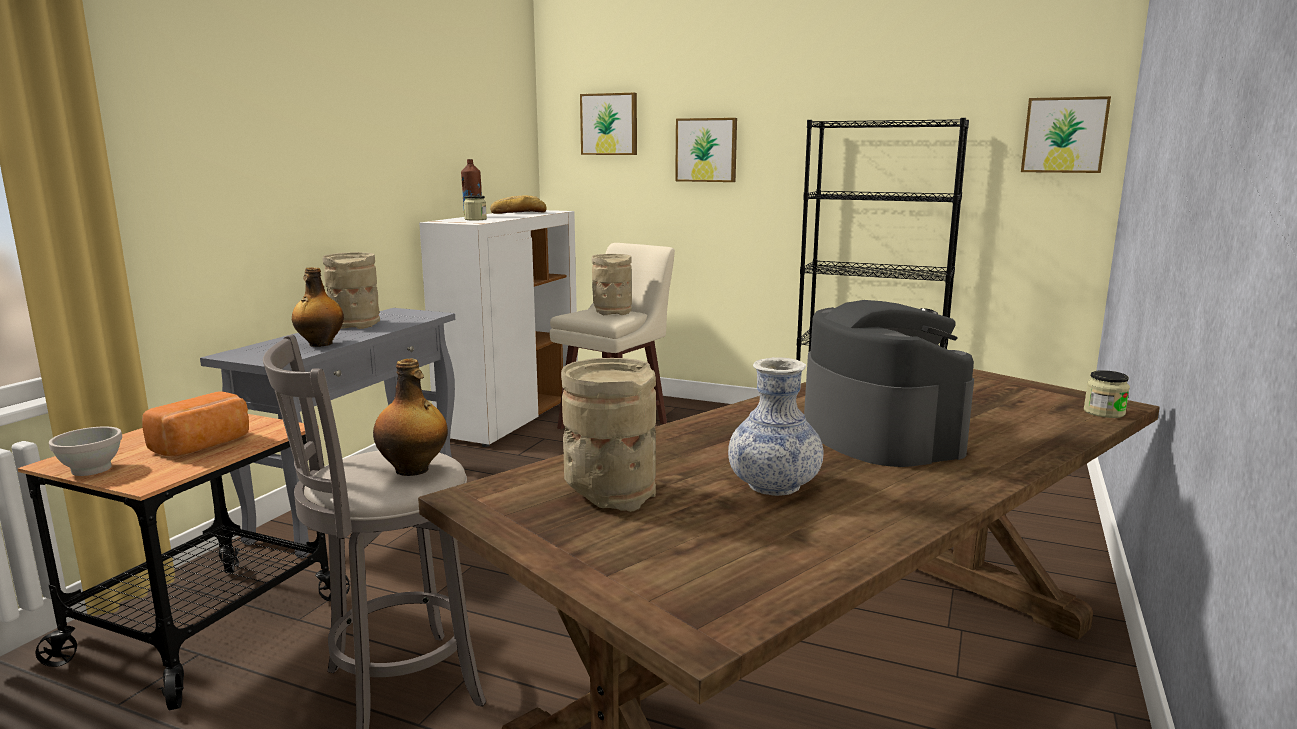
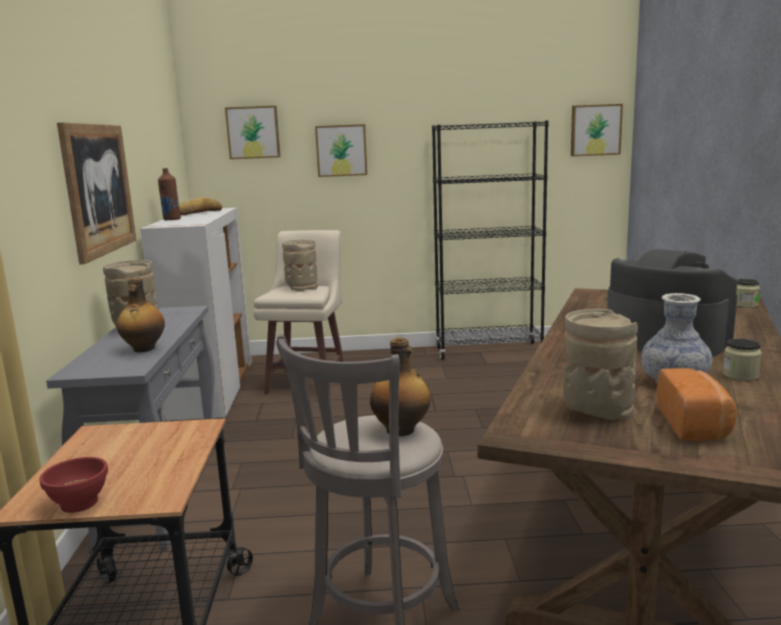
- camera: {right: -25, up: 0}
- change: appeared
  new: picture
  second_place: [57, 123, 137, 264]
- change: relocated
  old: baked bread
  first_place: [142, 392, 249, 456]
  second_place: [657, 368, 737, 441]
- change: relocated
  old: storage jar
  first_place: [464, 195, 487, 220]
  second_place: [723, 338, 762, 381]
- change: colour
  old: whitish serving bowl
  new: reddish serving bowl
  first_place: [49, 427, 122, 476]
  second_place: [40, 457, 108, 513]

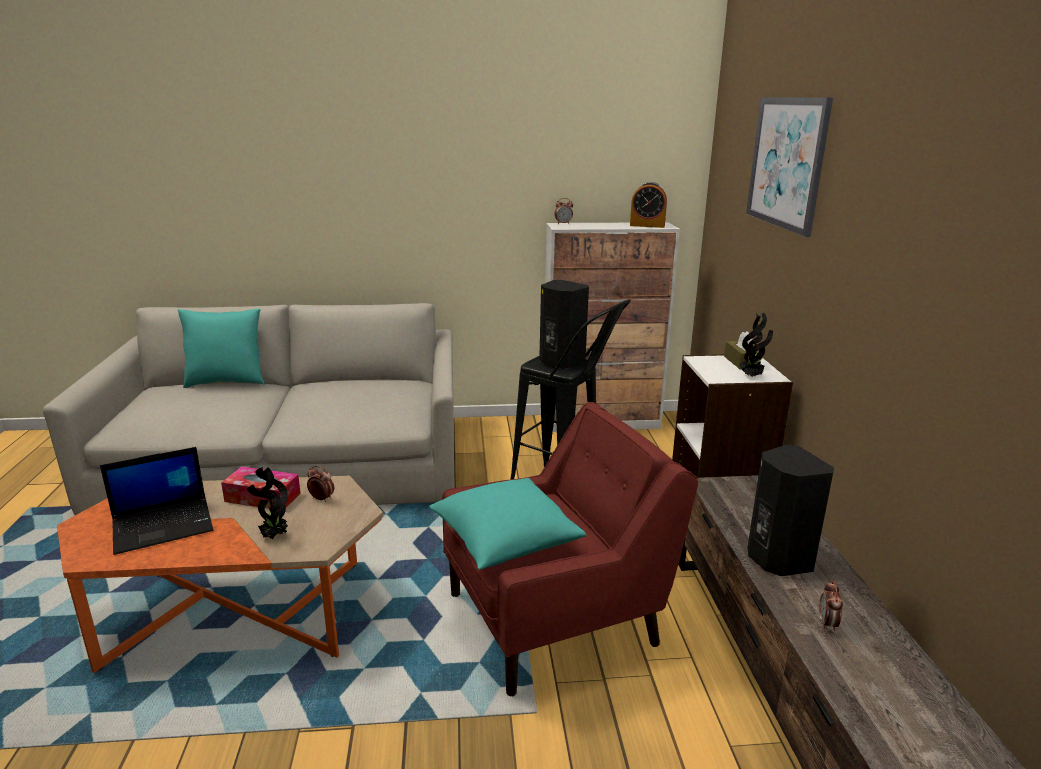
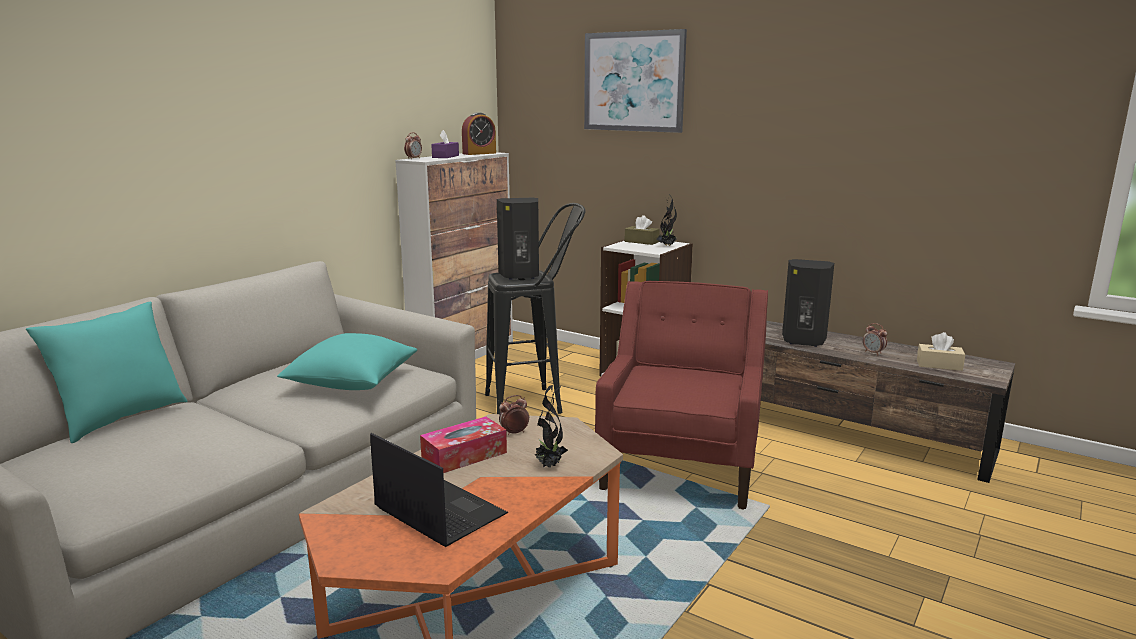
- camera: {right: -50, up: -5}
- change: appeared
  new: purple-coloured box of tissues
  second_place: [431, 130, 459, 158]
- change: appeared
  new: beige-coloured box of tissues
  second_place: [917, 332, 965, 371]
- change: relocated
  old: turquoise-coloured throw pillow
  first_place: [429, 478, 586, 570]
  second_place: [277, 333, 417, 390]
- change: spun
  old: laptop
  first_place: [100, 447, 213, 555]
  second_place: [370, 433, 508, 547]
  degrees: -60

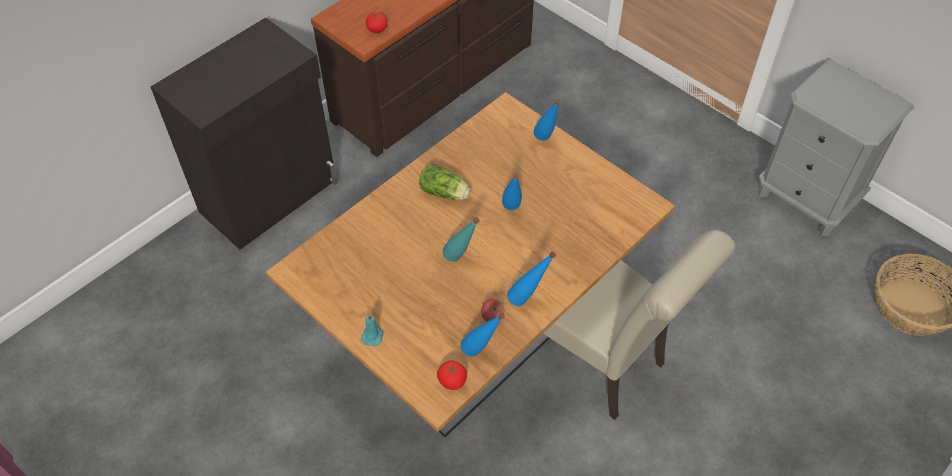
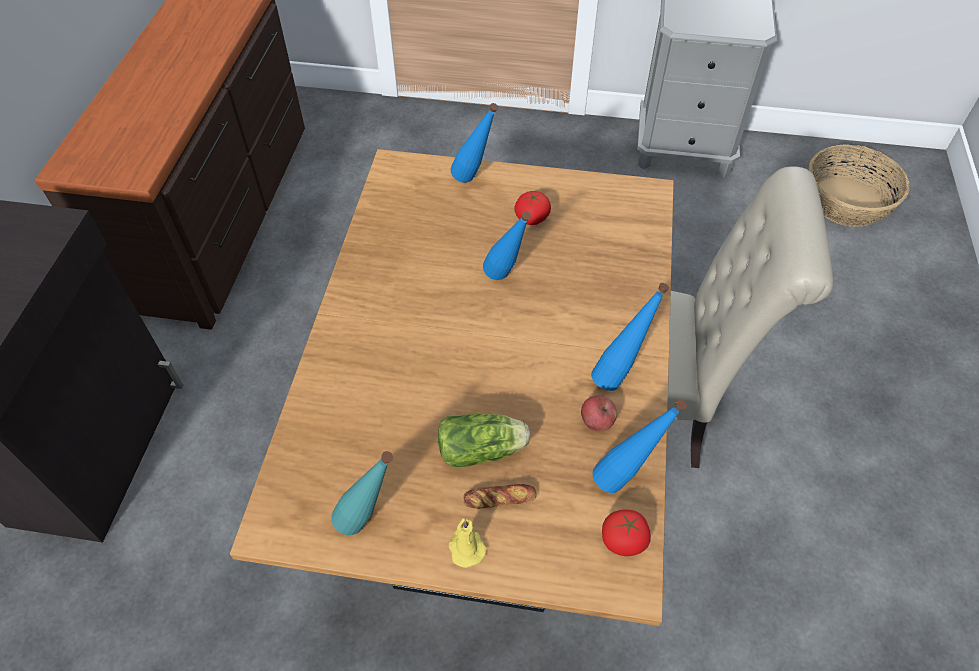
- camera: {right: -35, up: 0}
- change: appeared
  new: baked bread
  second_place: [463, 484, 537, 509]
- change: relocated
  old: whole tomato
  first_place: [366, 12, 387, 33]
  second_place: [514, 191, 551, 225]
- change: relocated
  old: lettuce head
  first_place: [419, 164, 470, 200]
  second_place: [438, 414, 530, 467]
- change: relocated
  old: turquoise-coloured beverage bottle
  first_place: [443, 217, 480, 262]
  second_place: [331, 451, 393, 535]
- change: colour
  old: turquoise-coloured wax candle
  new: yellow-coloured wax candle
  first_place: [361, 314, 384, 346]
  second_place: [449, 519, 487, 568]

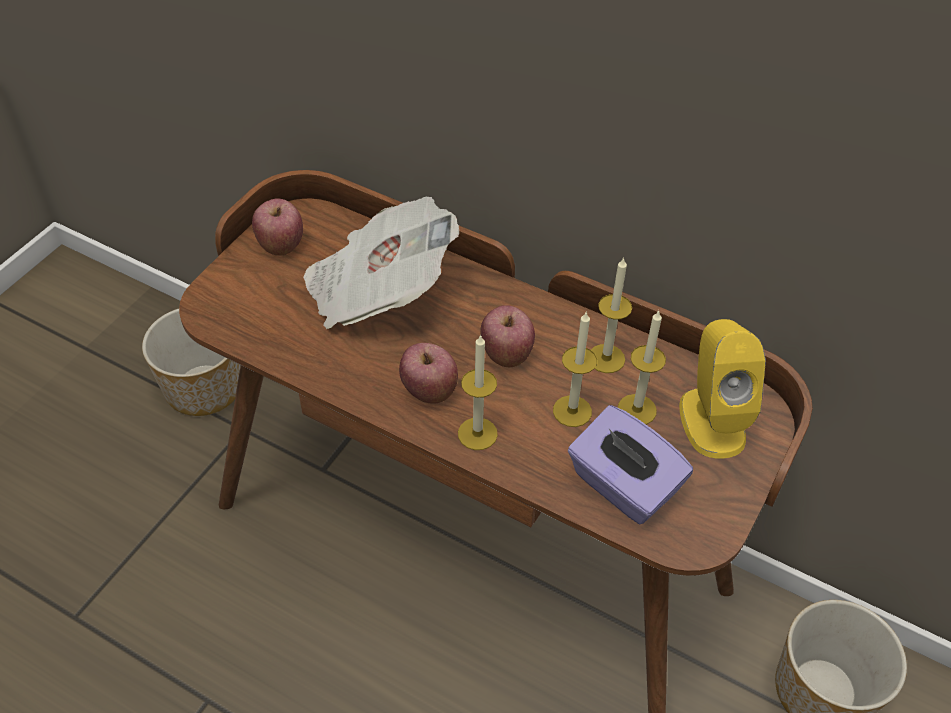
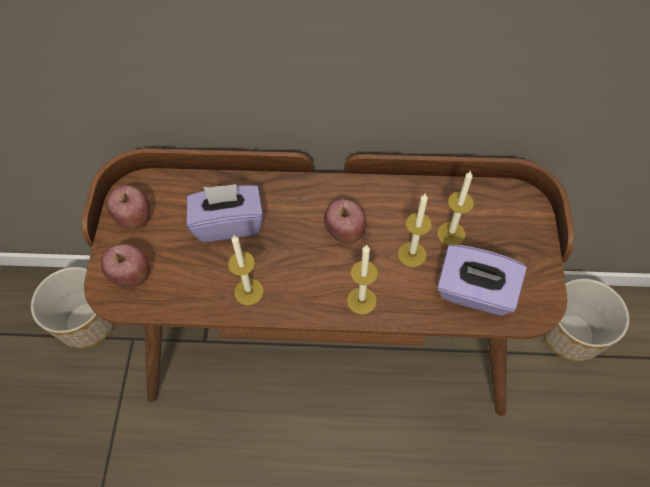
- camera: {right: -25, up: 10}
- change: missing
  old: yellow-coloured speaker
  first_place: [679, 319, 766, 459]
- change: relocated
  old: whole apple
  first_place: [399, 343, 458, 404]
  second_place: [101, 244, 150, 287]
- change: relocated
  old: wax candle
  first_place: [591, 257, 632, 373]
  second_place: [228, 235, 264, 305]
- change: exchanged
  old: newspaper
  new: purple-coloured box of tissues
  first_place: [303, 197, 459, 329]
  second_place: [187, 184, 263, 242]

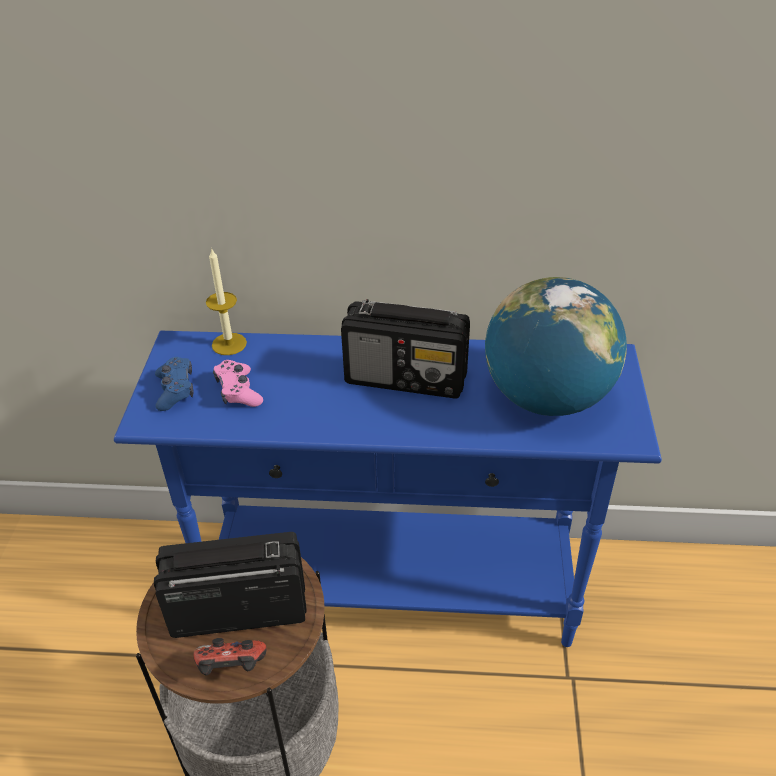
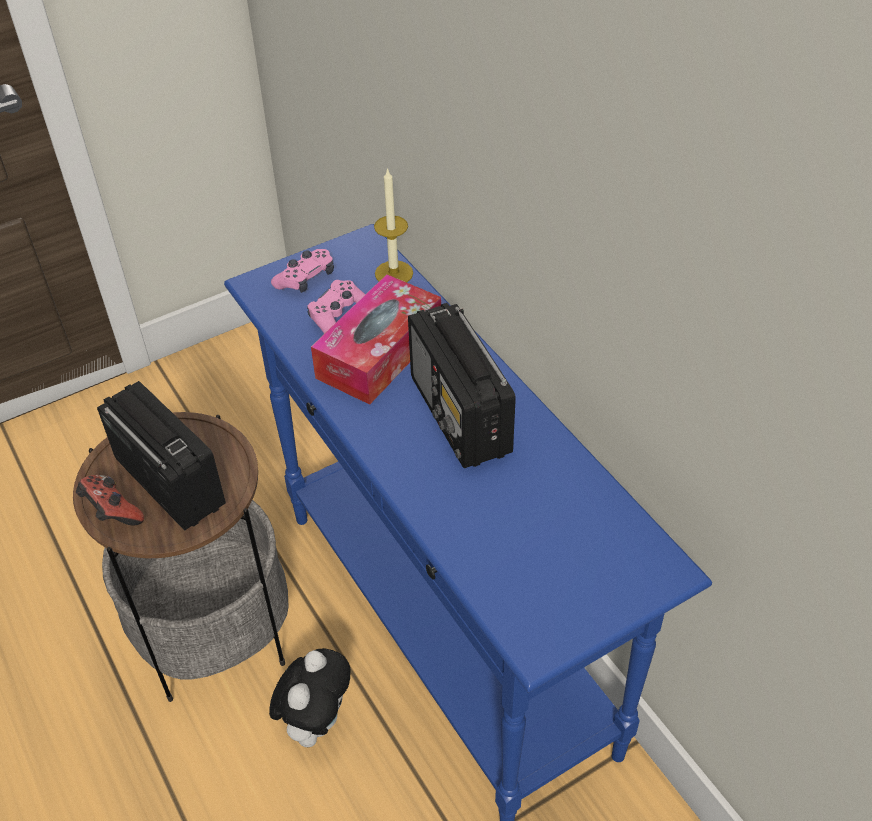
- camera: {right: 55, up: 5}
- change: missing
  old: world globe
  first_place: [485, 277, 627, 416]
- change: appeared
  new: plush toy
  second_place: [269, 648, 351, 747]
- change: appeared
  new: box of tissues
  second_place: [311, 274, 441, 405]
- change: colour
  old: blue game controller
  new: pinkish game controller
  first_place: [155, 357, 194, 411]
  second_place: [271, 249, 334, 293]

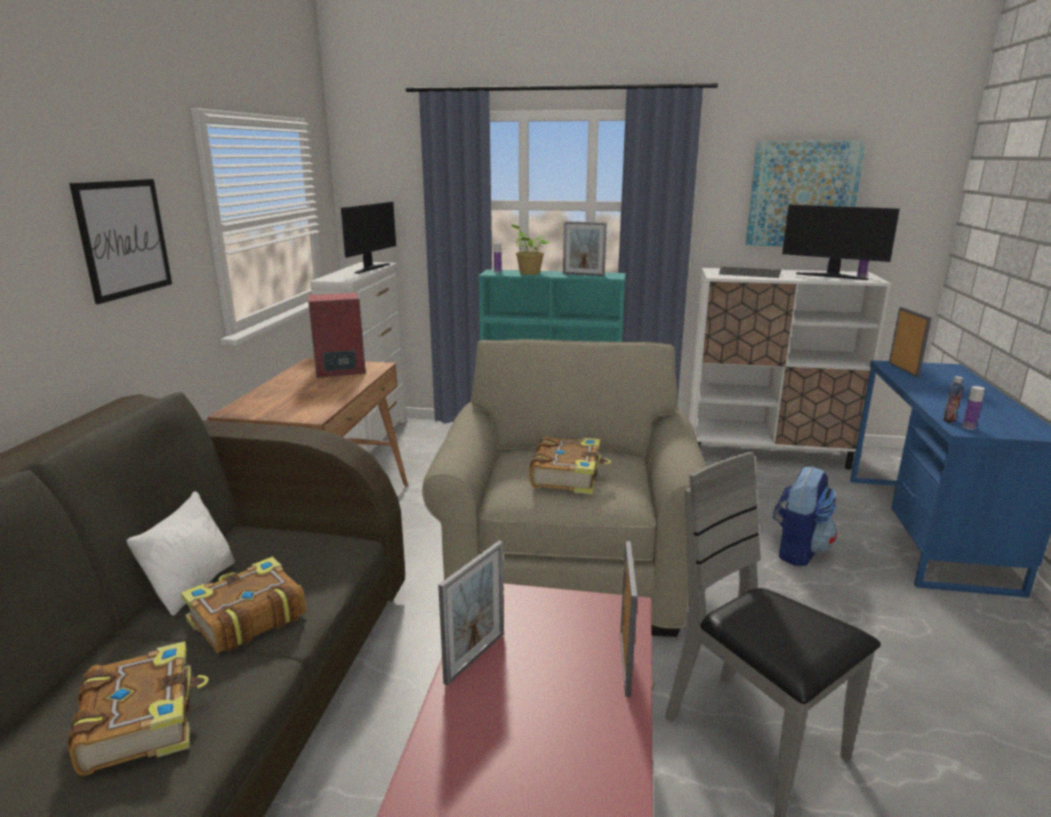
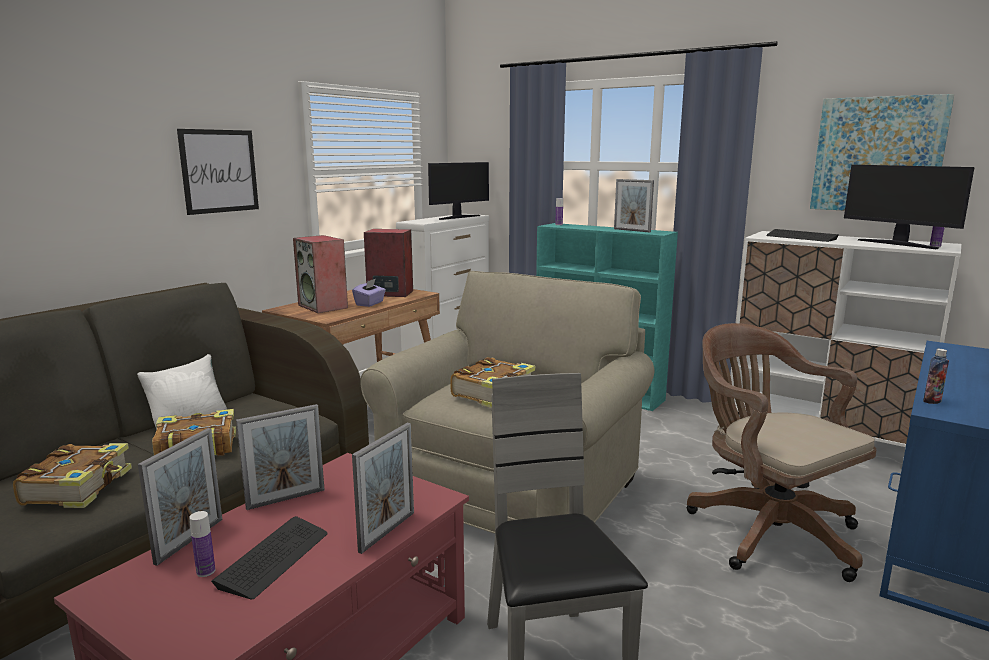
- camera: {right: 25, up: -5}
- change: missing
  old: houseplant
  first_place: [511, 223, 550, 275]
- change: appeared
  new: computer keyboard
  second_place: [211, 516, 327, 600]
- change: appeared
  new: speaker
  second_place: [293, 235, 348, 313]
- change: appeared
  new: purple-coloured box of tissues
  second_place: [352, 279, 386, 307]
- change: relocated
  old: standing frame
  first_place: [888, 307, 932, 378]
  second_place: [138, 428, 222, 566]
- change: relocated
  old: beverage bottle
  first_place: [962, 386, 985, 430]
  second_place: [189, 511, 215, 577]
- change: exchanged
  old: rucksack
  new: brownish computer chair
  first_place: [773, 466, 837, 566]
  second_place: [687, 323, 876, 582]

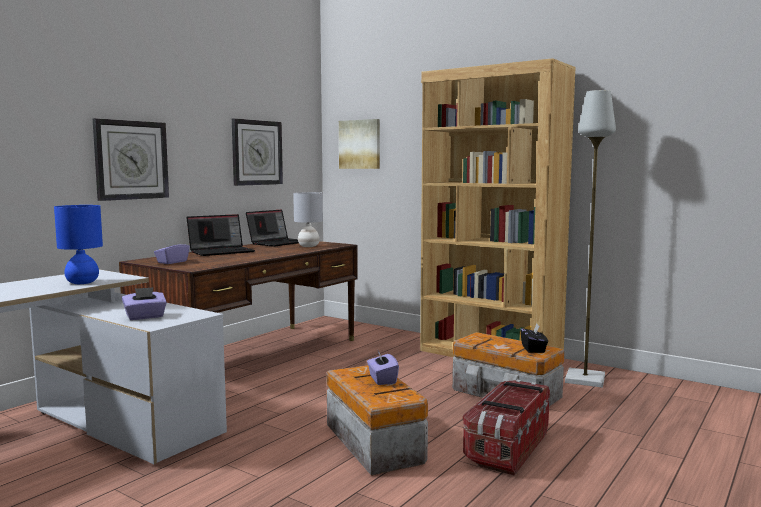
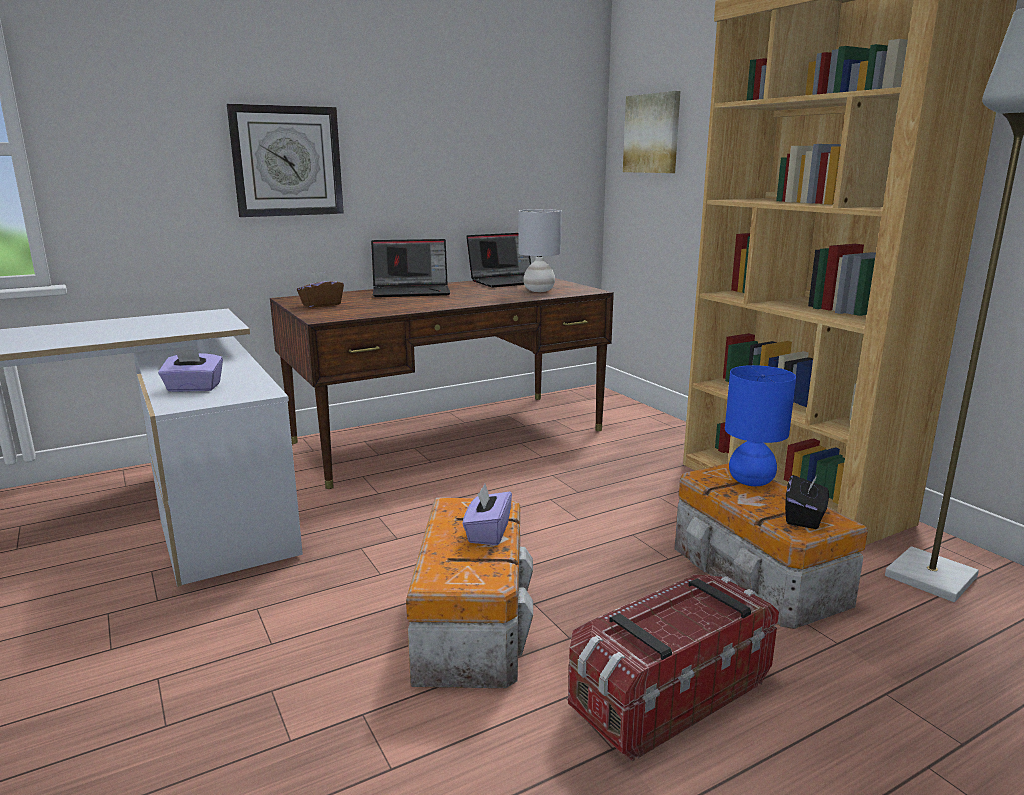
- camera: {right: 25, up: 10}
- change: missing
  old: hanging clock
  first_place: [232, 118, 283, 186]
- change: relocated
  old: blue tabletop lamp
  first_place: [54, 205, 103, 284]
  second_place: [725, 365, 796, 486]
- change: colour
  old: purple-coloured box of tissues
  new: brownish box of tissues
  first_place: [154, 238, 190, 264]
  second_place: [297, 272, 344, 308]

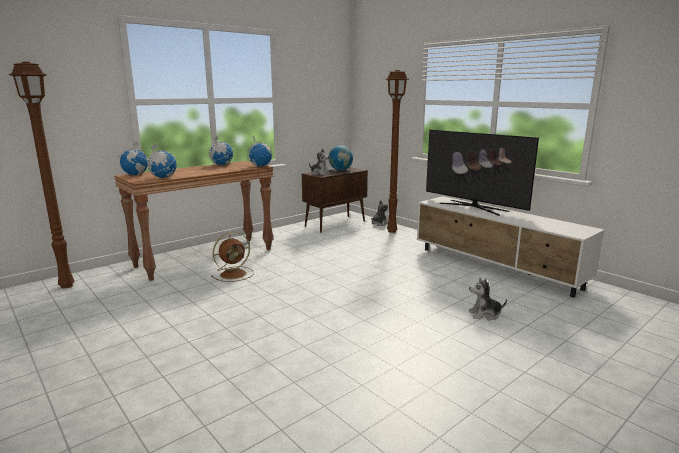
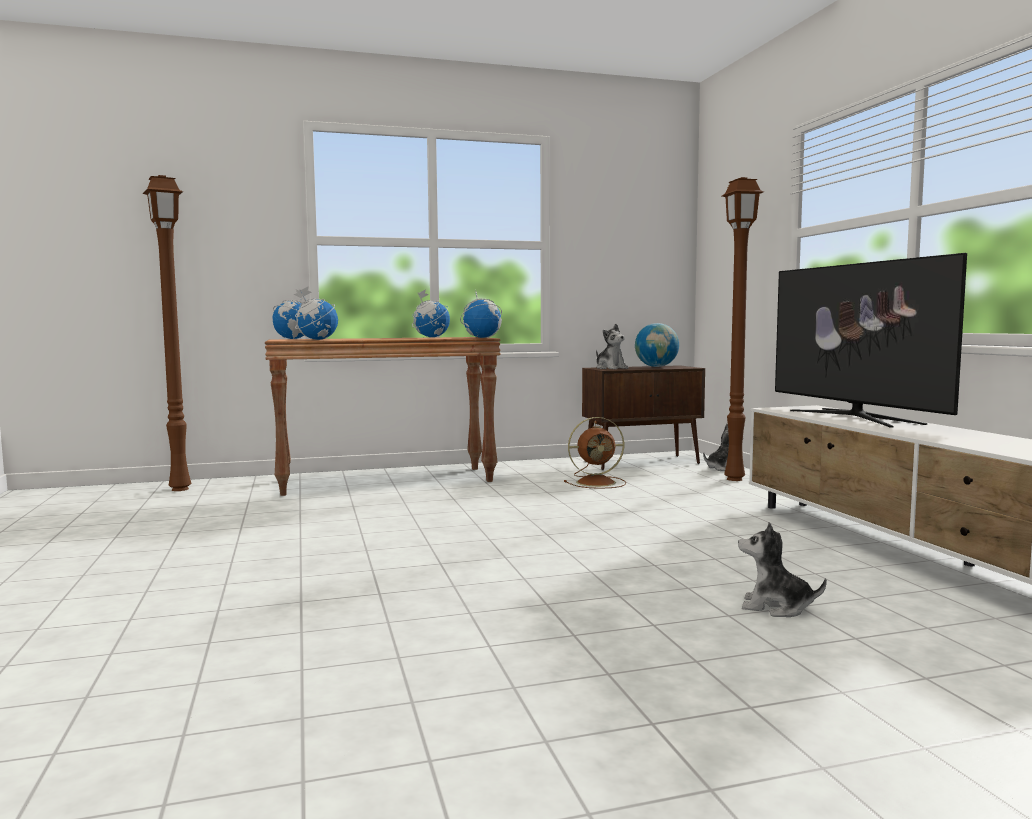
- camera: {right: 25, up: -10}
- change: relocated
  old: brownish electric fan
  first_place: [211, 232, 254, 282]
  second_place: [564, 417, 626, 489]

